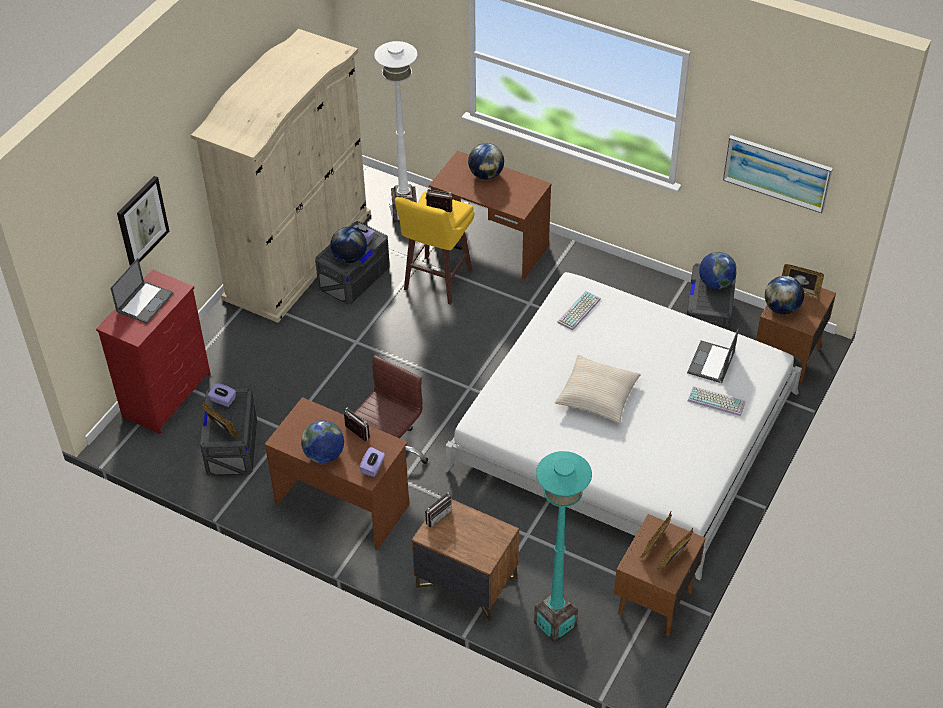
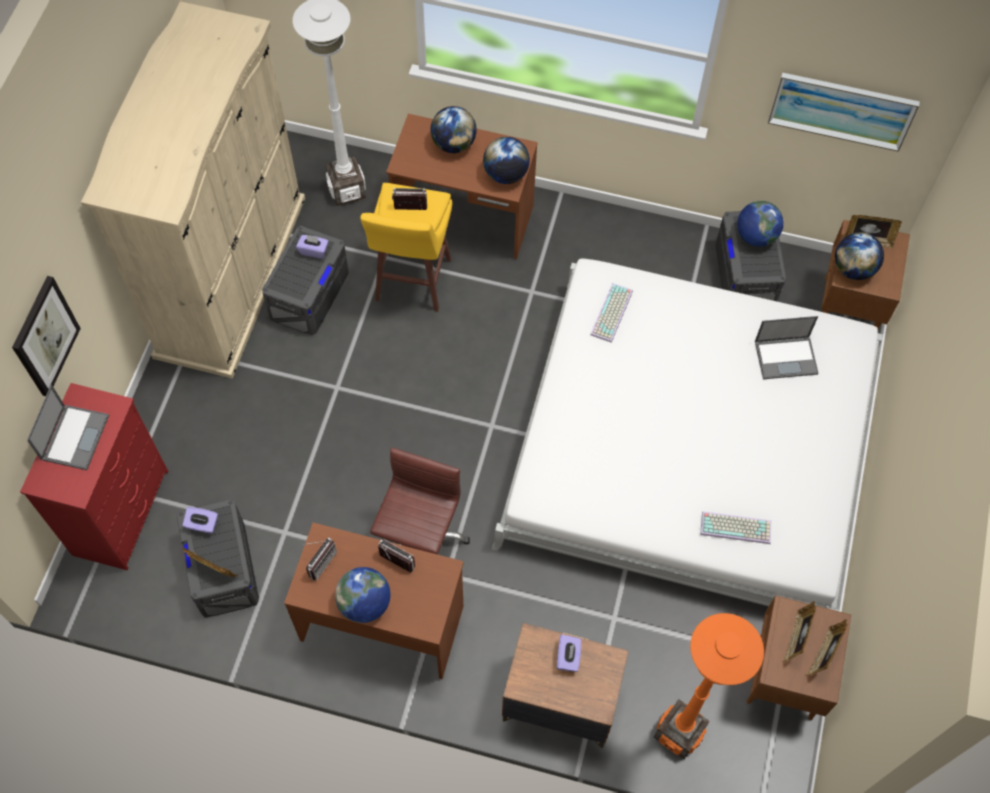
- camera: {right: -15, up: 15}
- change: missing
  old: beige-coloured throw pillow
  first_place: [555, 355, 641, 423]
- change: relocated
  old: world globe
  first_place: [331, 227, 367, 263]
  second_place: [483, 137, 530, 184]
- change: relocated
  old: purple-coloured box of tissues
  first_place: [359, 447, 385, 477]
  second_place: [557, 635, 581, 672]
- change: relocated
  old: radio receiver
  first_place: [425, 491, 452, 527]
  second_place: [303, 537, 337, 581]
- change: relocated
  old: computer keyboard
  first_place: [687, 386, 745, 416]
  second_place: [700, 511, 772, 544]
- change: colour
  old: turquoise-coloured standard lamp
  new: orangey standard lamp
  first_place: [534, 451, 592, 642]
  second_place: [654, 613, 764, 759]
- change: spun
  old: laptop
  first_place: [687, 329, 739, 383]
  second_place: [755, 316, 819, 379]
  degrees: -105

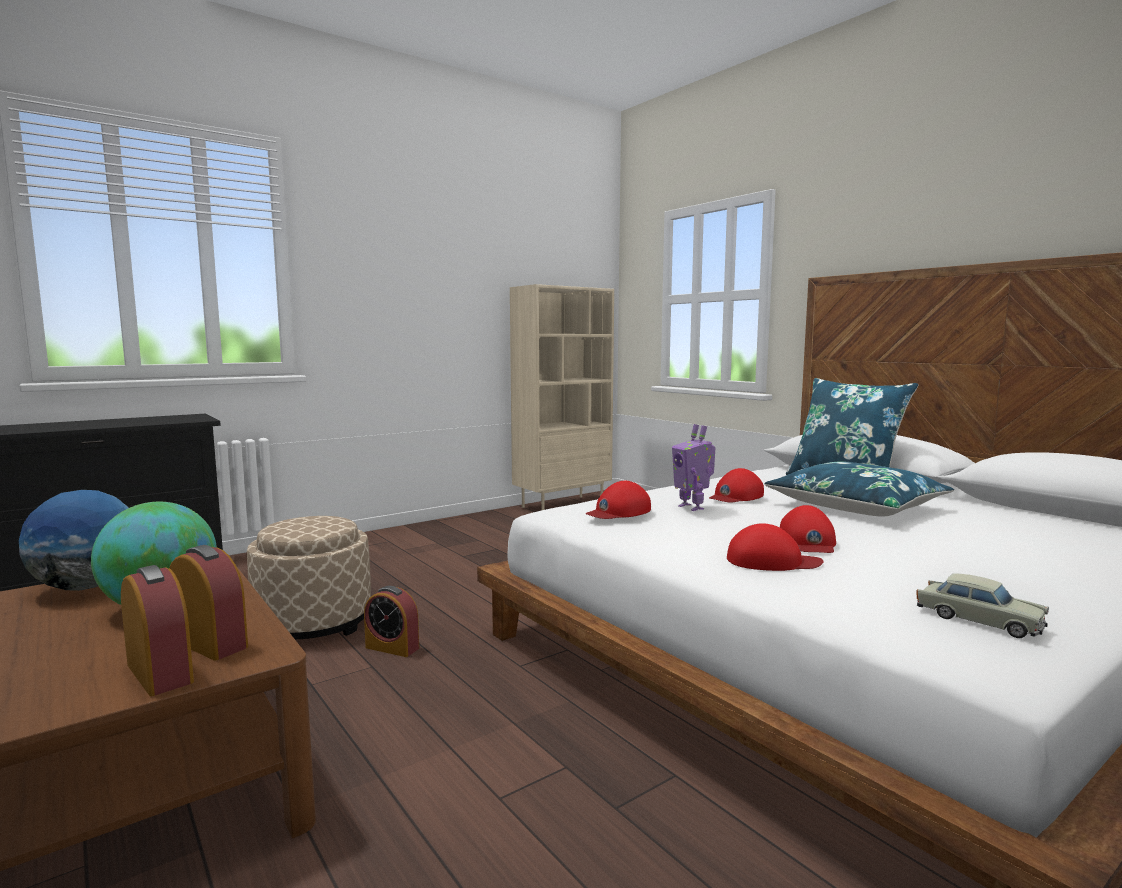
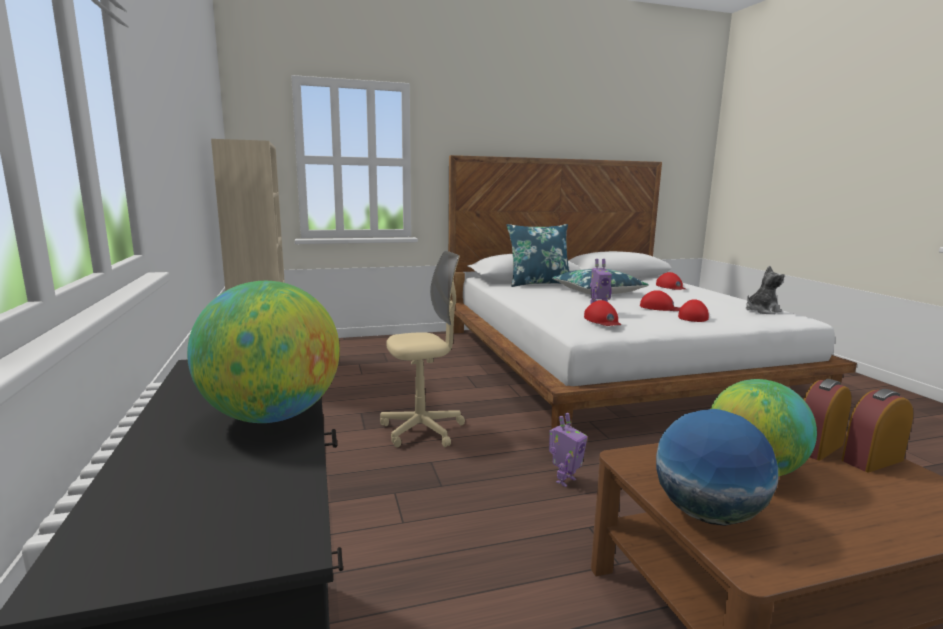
- camera: {right: -70, up: 5}
- change: missing
  old: beige-coloured footrest
  first_place: [247, 516, 371, 639]
- change: appeared
  new: world globe
  second_place: [187, 281, 340, 423]
- change: appeared
  new: beige-coloured computer chair
  second_place: [380, 251, 465, 448]
- change: relocated
  old: reddish baseball cap
  first_place: [709, 468, 764, 502]
  second_place: [656, 272, 686, 290]
- change: exchanged
  old: alarm clock
  new: toy robot
  first_place: [364, 586, 419, 657]
  second_place: [549, 413, 587, 487]
- change: exchanged
  old: beige-coloured miniature car
  new: plush toy
  first_place: [917, 573, 1049, 638]
  second_place: [746, 265, 785, 314]

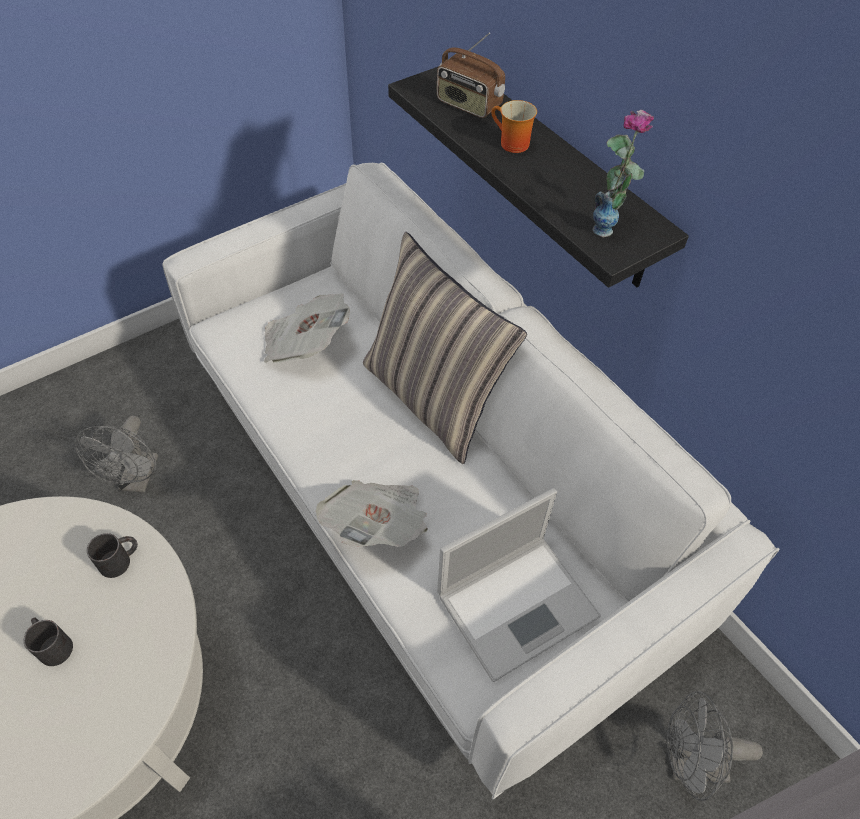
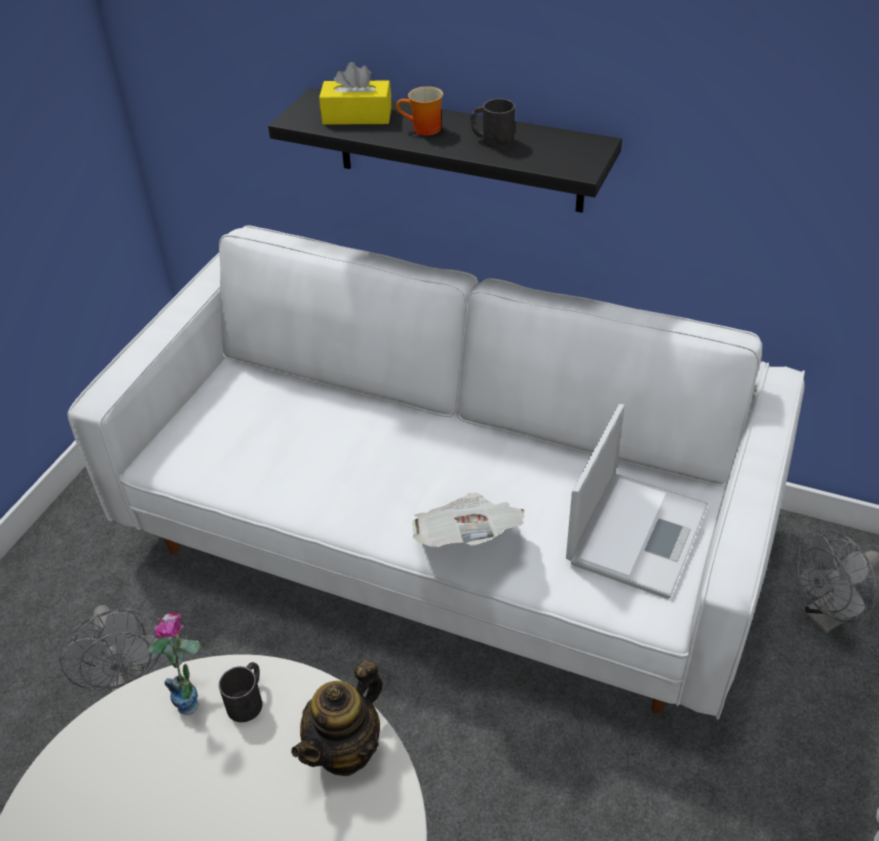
- camera: {right: -30, up: -10}
- change: missing
  old: newspaper
  first_place: [264, 293, 350, 363]
- change: missing
  old: throw pillow
  first_place: [363, 232, 527, 464]
- change: appeared
  new: pot for tea
  second_place: [291, 659, 383, 776]
- change: relocated
  old: black coffee mug
  first_place: [24, 617, 73, 666]
  second_place: [470, 99, 515, 149]
- change: relocated
  old: decorative vase
  first_place: [593, 110, 654, 238]
  second_place: [149, 612, 201, 715]
- change: exchanged
  old: radio receiver
  new: yellow-coloured box of tissues
  first_place: [437, 32, 505, 118]
  second_place: [319, 62, 392, 125]

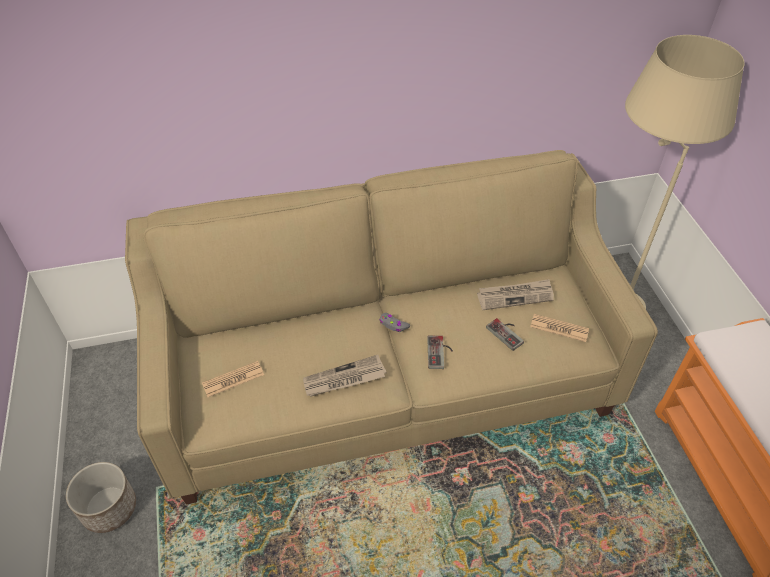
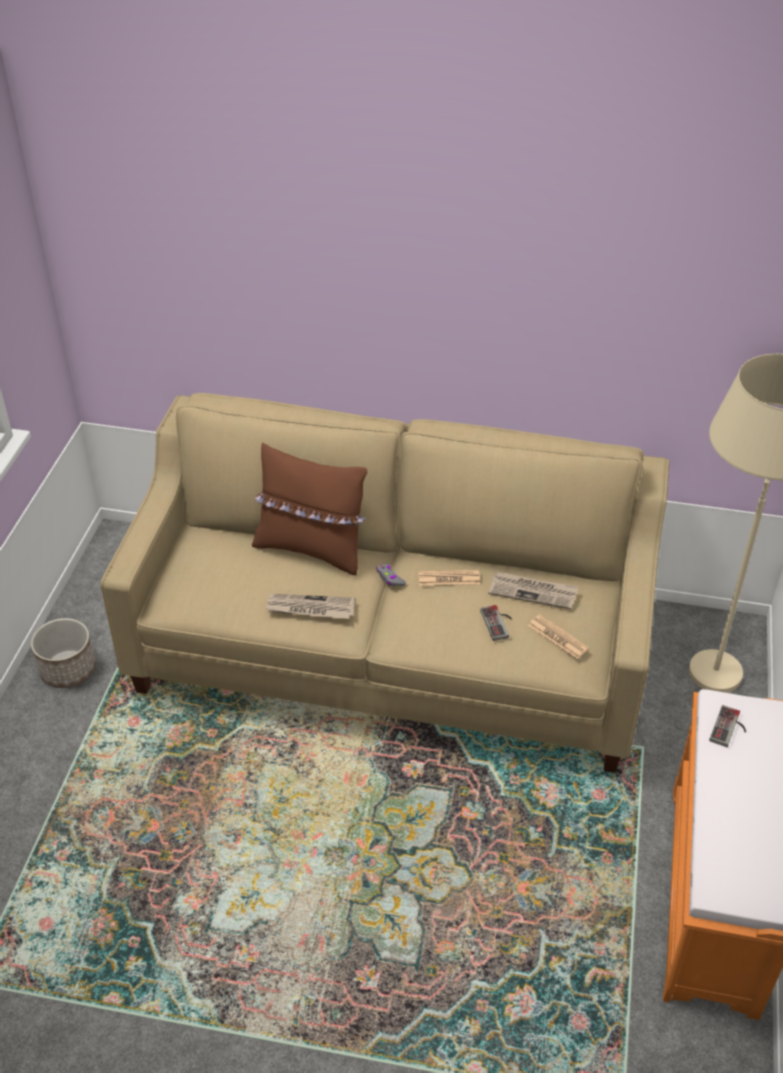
- camera: {right: 25, up: -5}
- change: appeared
  new: brownish throw pillow
  second_place: [252, 443, 367, 575]
- change: relocated
  old: newspaper
  first_place: [202, 361, 264, 397]
  second_place: [419, 570, 480, 586]
- change: relocated
  old: game controller
  first_place: [427, 336, 453, 369]
  second_place: [709, 705, 746, 747]

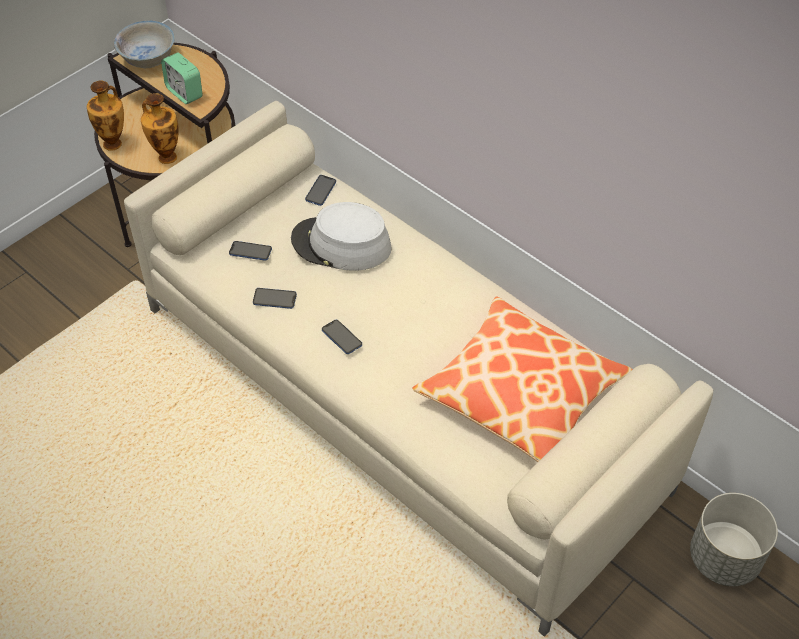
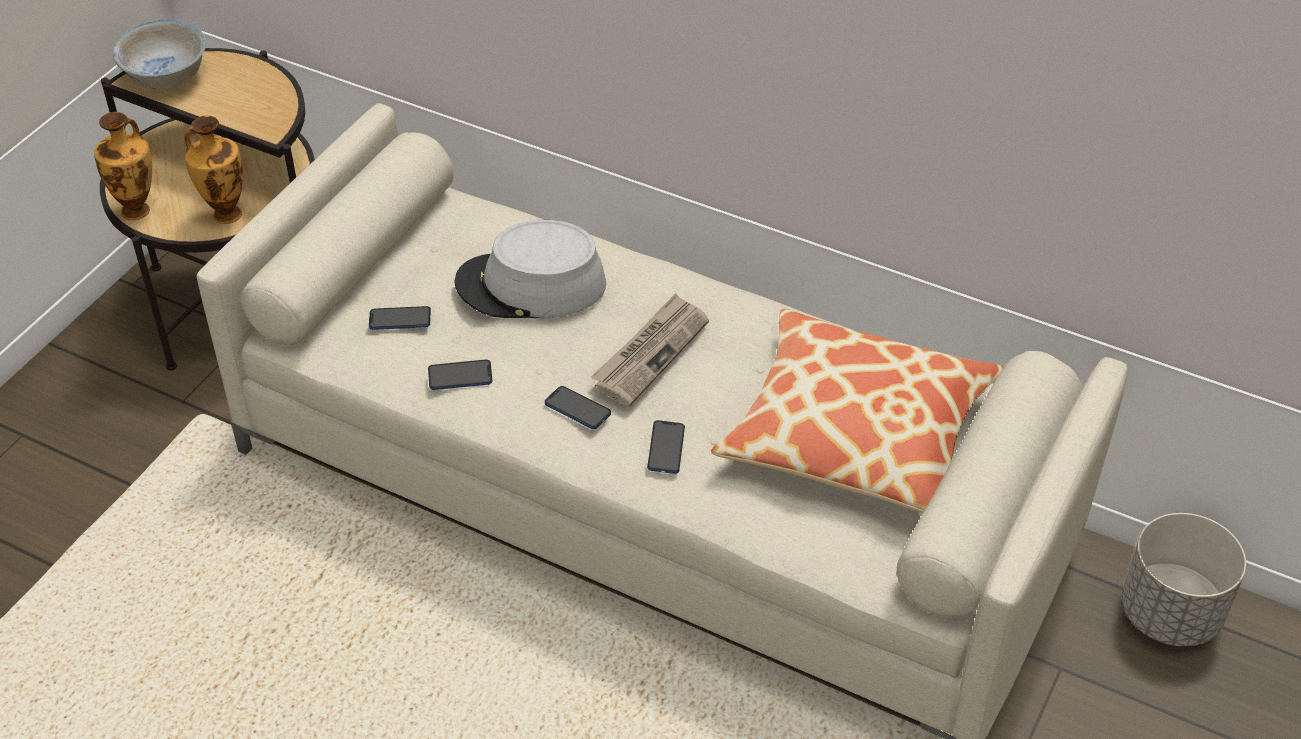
- camera: {right: -15, up: -5}
- change: missing
  old: alarm clock
  first_place: [161, 53, 203, 104]
- change: appeared
  new: newspaper
  second_place: [591, 293, 709, 406]
- change: relocated
  old: telephone
  first_place: [305, 175, 336, 206]
  second_place: [647, 420, 685, 474]

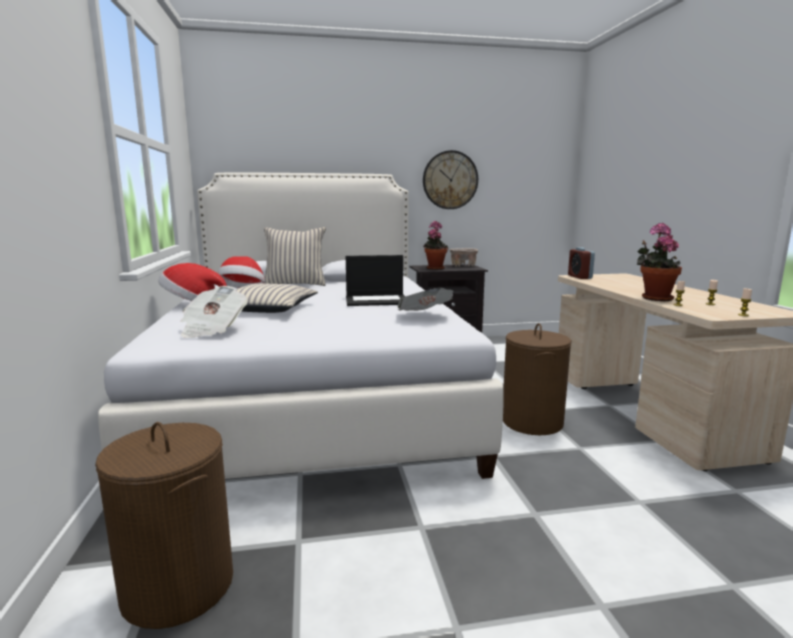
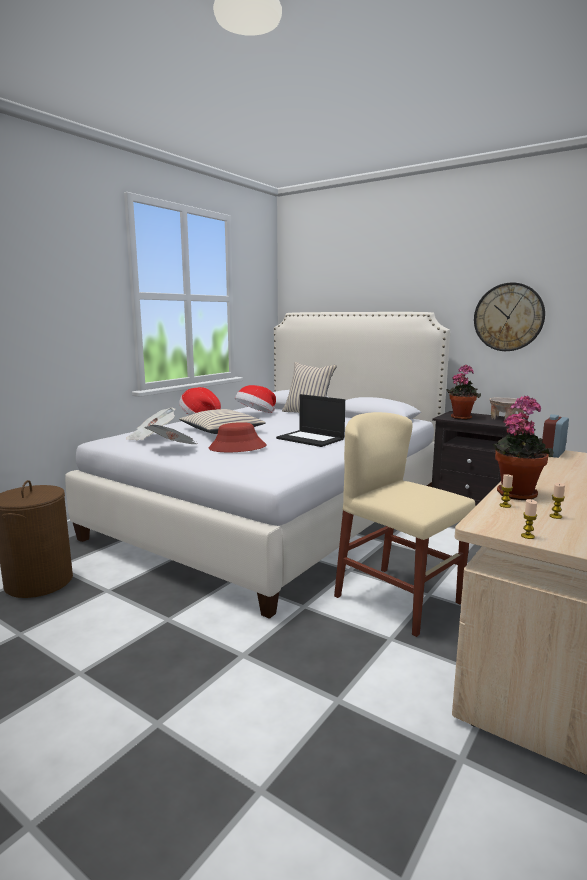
- camera: {right: 45, up: 0}
- change: appeared
  new: reddish clothing hat
  second_place: [208, 422, 266, 452]
- change: relocated
  old: newspaper
  first_place: [397, 288, 454, 311]
  second_place: [144, 425, 197, 444]
- change: exchanged
  old: brownish laundry basket
  new: beige-coloured upright chair
  first_place: [503, 323, 571, 435]
  second_place: [334, 412, 475, 637]

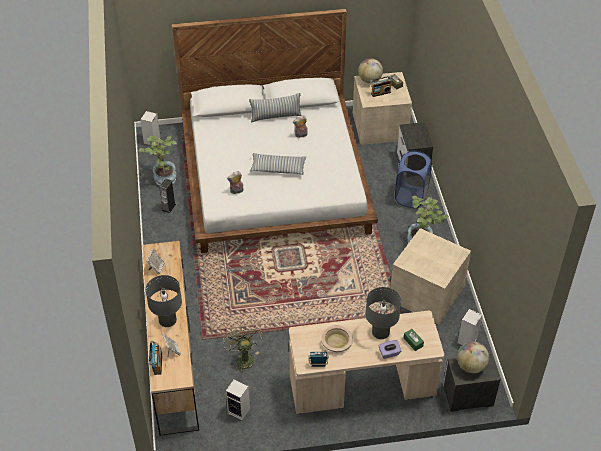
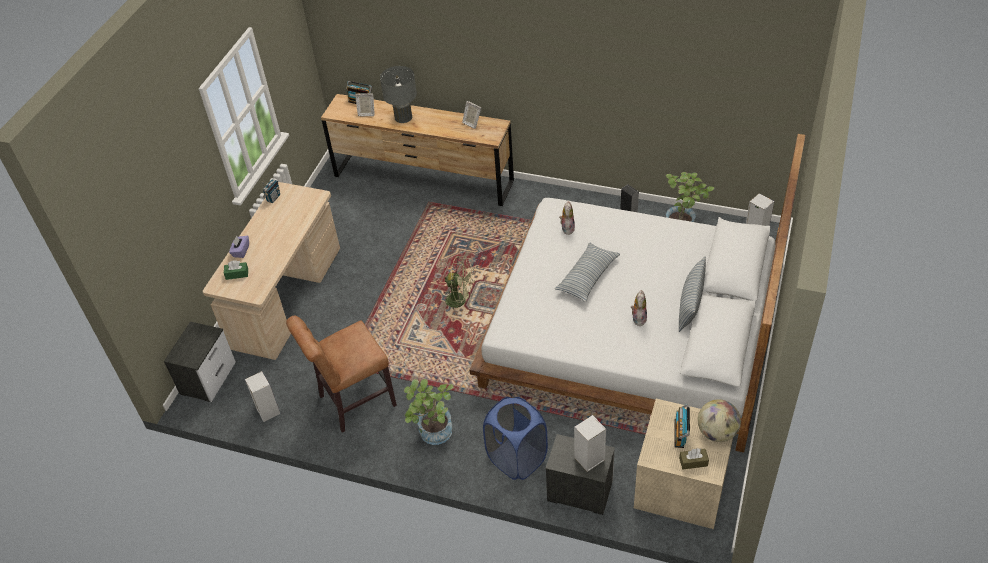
- camera: {right: 120, up: 0}
- change: missing
  old: beige-coloured serving bowl
  first_place: [321, 325, 353, 352]
- change: missing
  old: gray tabletop lamp
  first_place: [366, 287, 401, 339]
- change: missing
  old: world globe
  first_place: [457, 342, 489, 373]
- change: relocated
  old: green-coloured electric fan
  first_place: [223, 324, 263, 374]
  second_place: [444, 256, 475, 309]
- change: relocated
  old: speaker
  first_place: [226, 380, 250, 420]
  second_place: [574, 415, 606, 472]
- change: exchanged
  old: beige-coloured storage container
  new: brownish upright chair
  first_place: [390, 228, 471, 324]
  second_place: [286, 316, 397, 432]

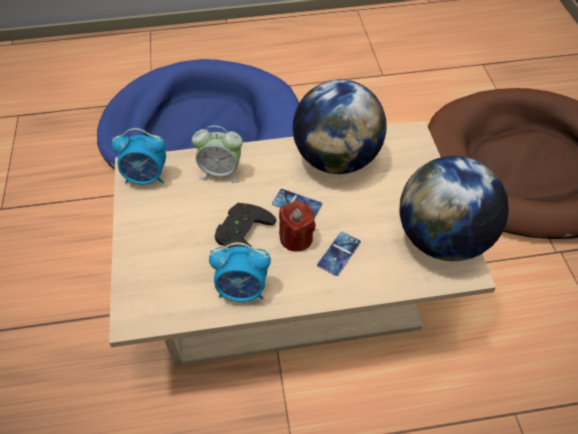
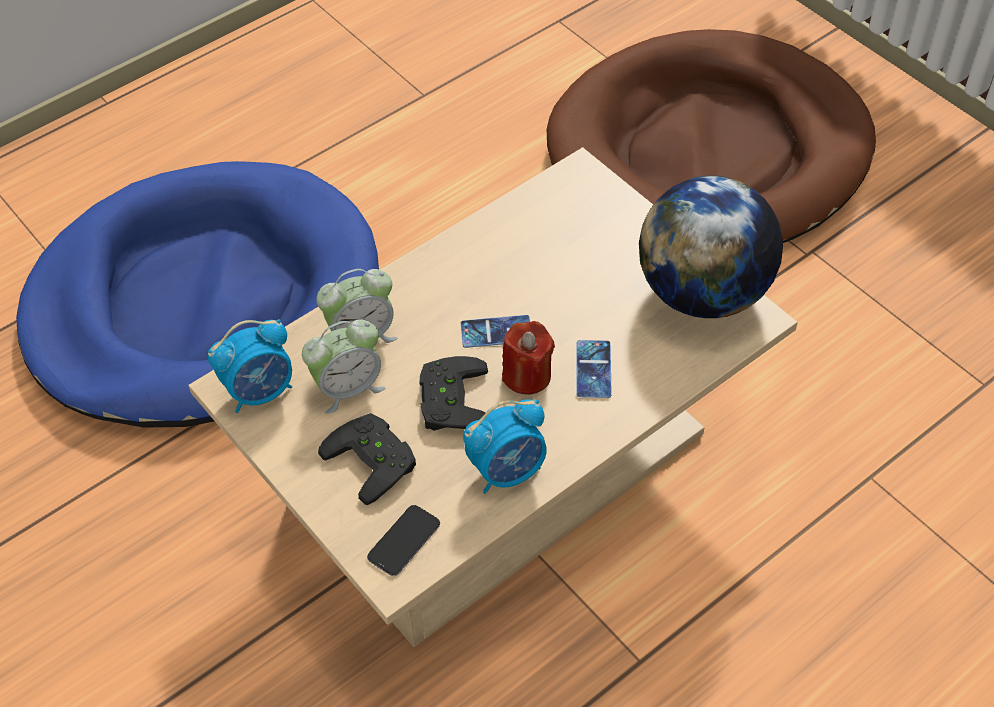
- camera: {right: -30, up: 0}
- change: missing
  old: world globe
  first_place: [292, 79, 386, 174]
- change: appeared
  new: alarm clock
  second_place: [302, 319, 385, 414]
- change: appeared
  new: black game controller
  second_place: [318, 413, 416, 505]
- change: appeared
  new: telephone
  second_place: [367, 505, 440, 576]

